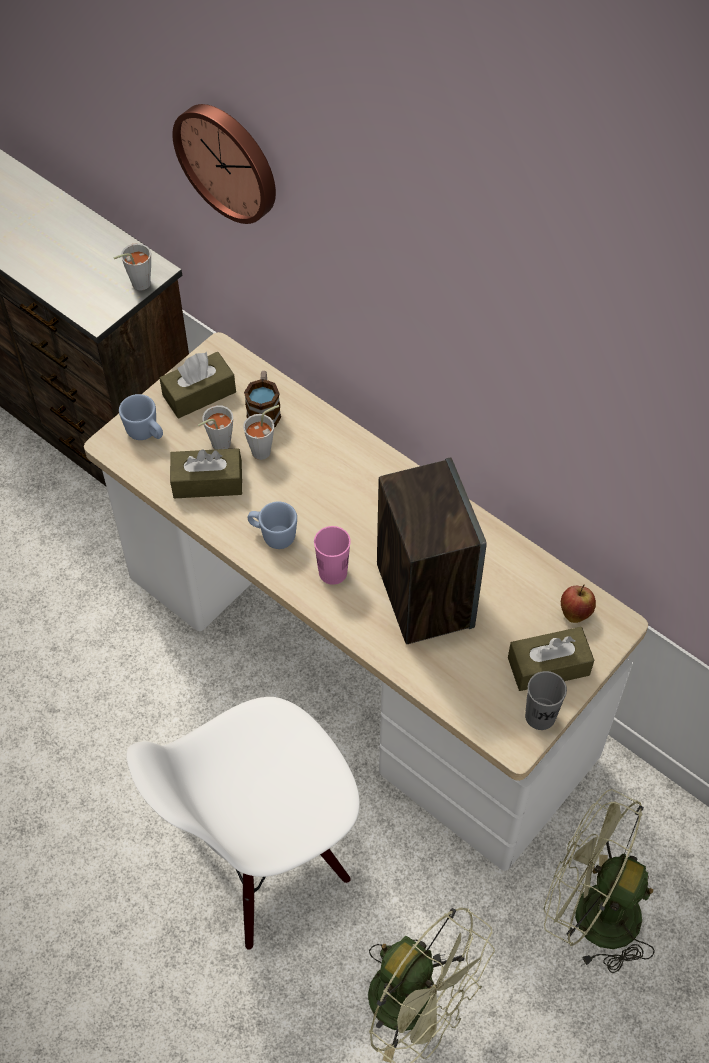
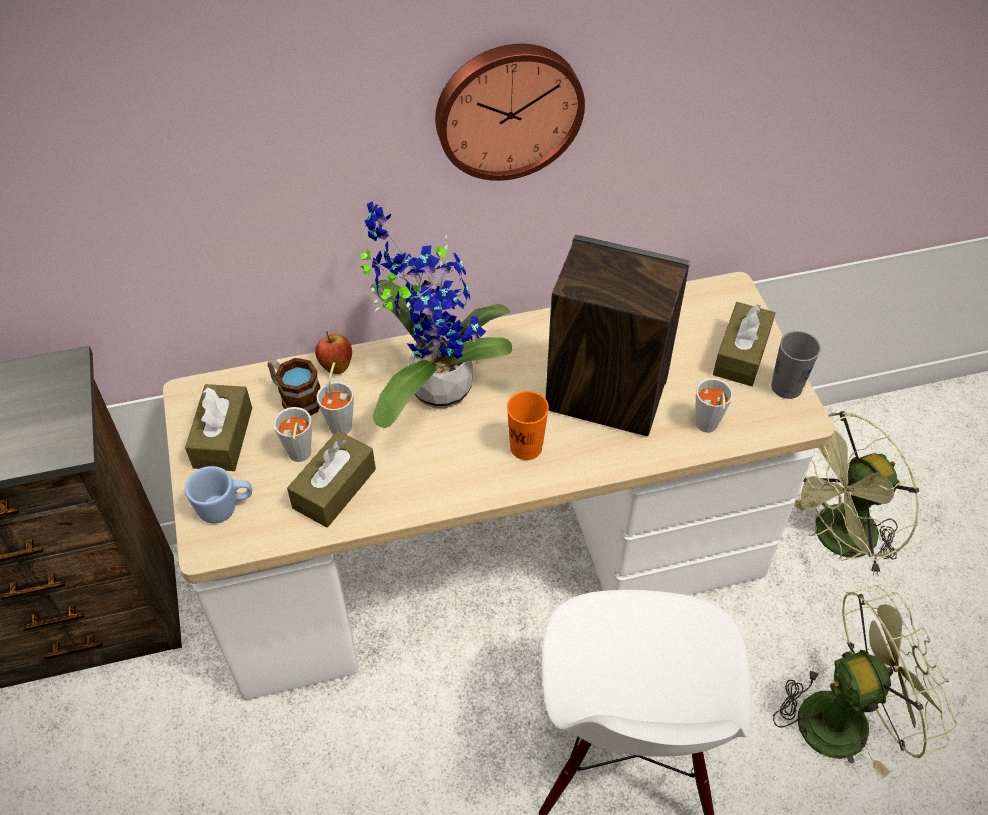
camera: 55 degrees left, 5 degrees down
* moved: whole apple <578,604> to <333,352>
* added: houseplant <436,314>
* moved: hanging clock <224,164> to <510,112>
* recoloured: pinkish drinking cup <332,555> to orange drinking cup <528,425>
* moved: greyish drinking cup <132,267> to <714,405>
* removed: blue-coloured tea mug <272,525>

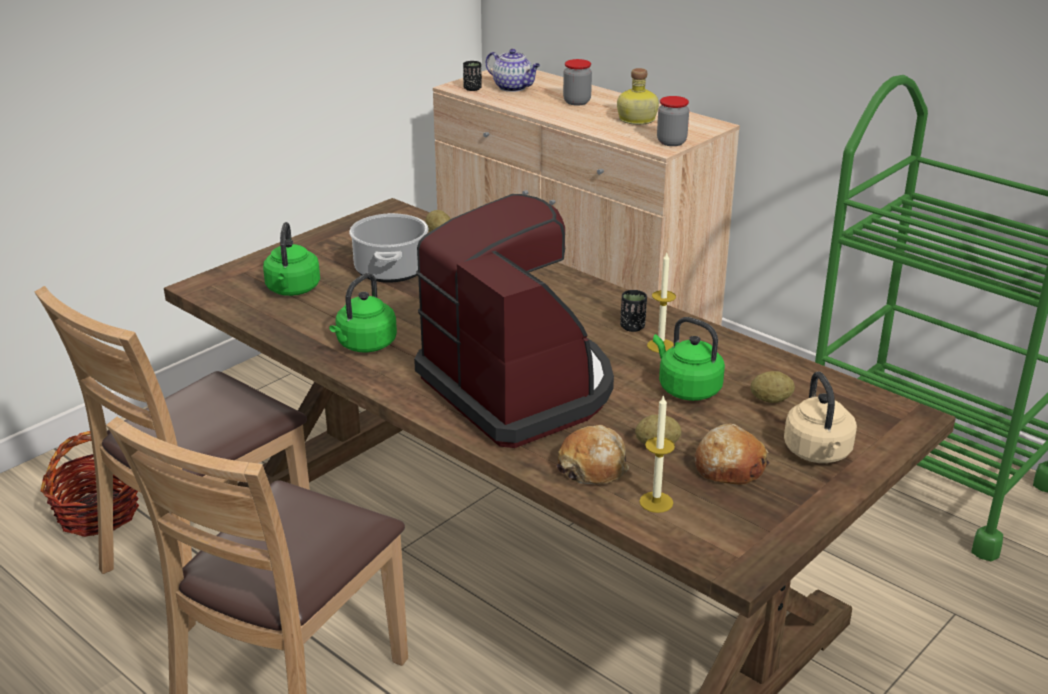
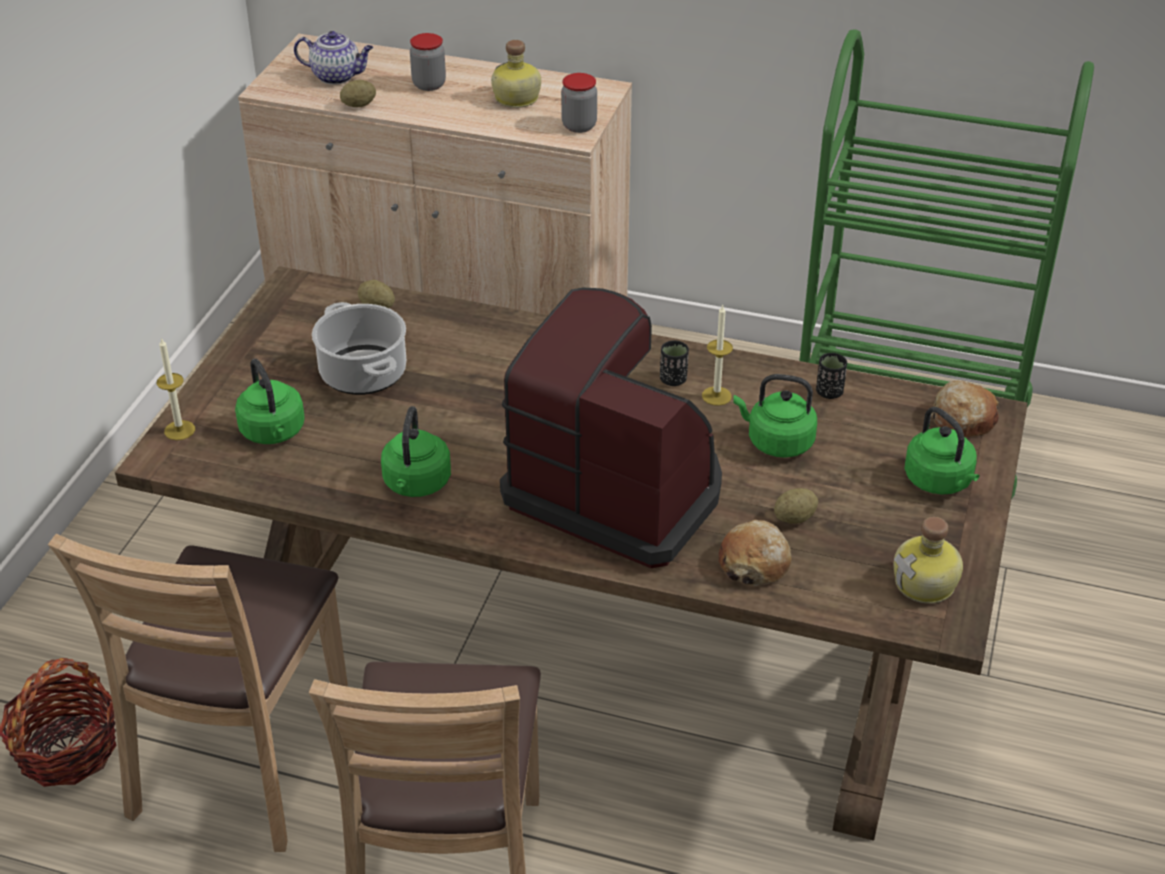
camera: 25 degrees left, 10 degrees up
* moved: wax light <657,453> to <176,388>
* moved: potato <772,387> to <358,93>
* moved: blackish drinking cup <472,76> to <831,376>
* added: drink bottle <928,560>
* recoloured: beige-coloured kettle <820,417> to green-coloured kettle <942,450>
* moved: baked bread <732,454> to <965,409>

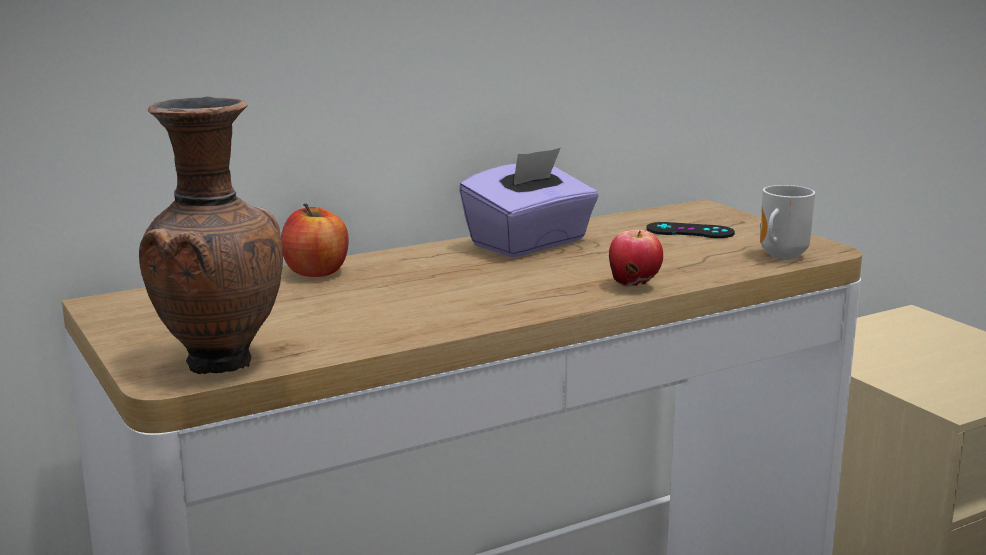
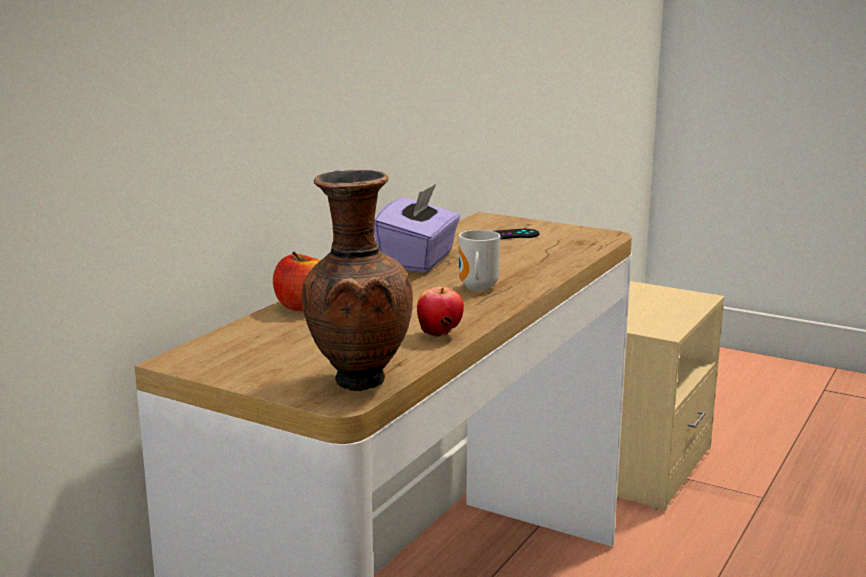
camera: 30 degrees left, 0 degrees up
* moved: whole apple <636,258> to <440,312>
* moved: tea mug <787,222> to <479,260>

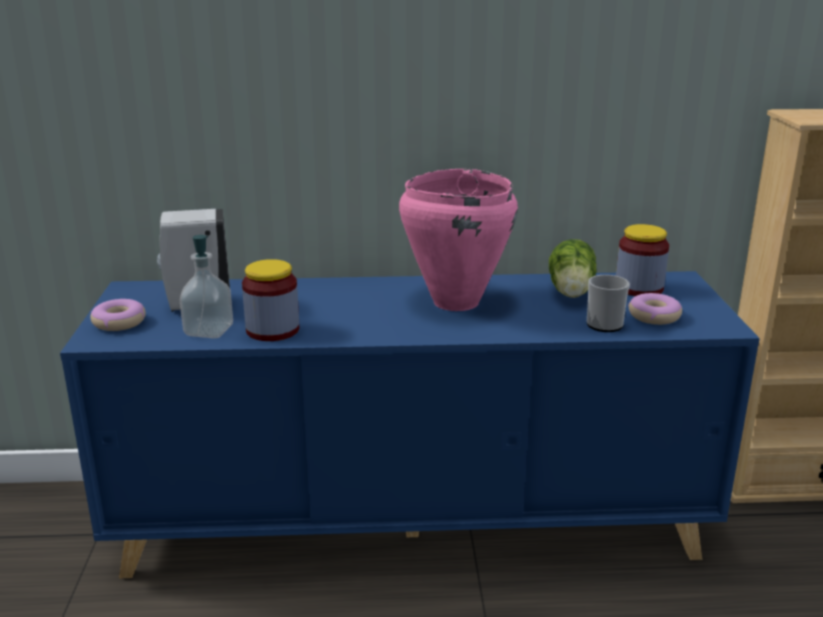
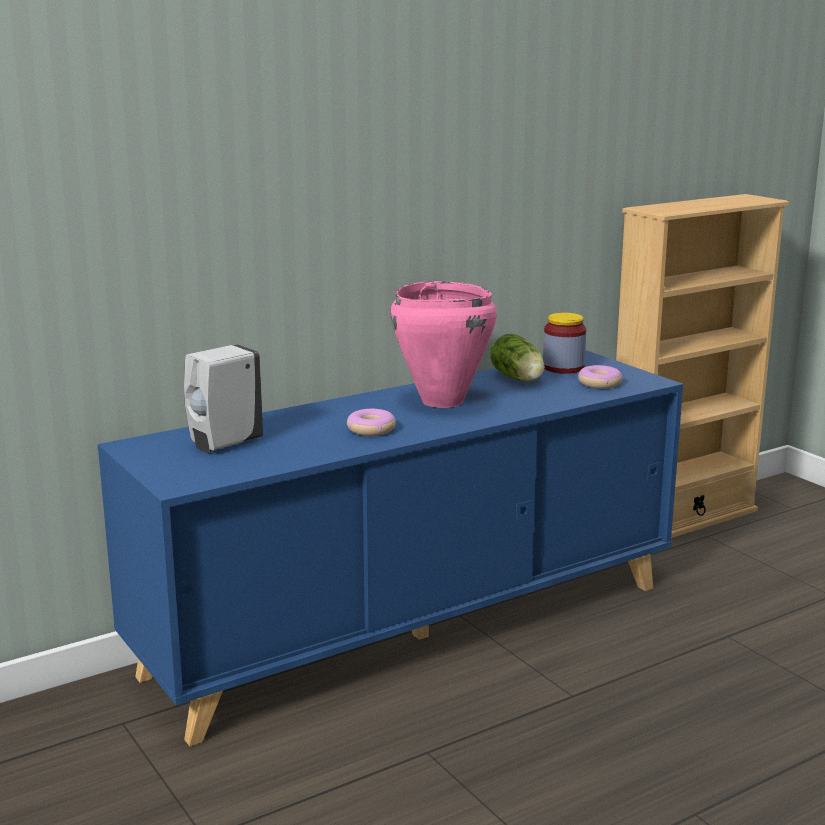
camera: 30 degrees left, 5 degrees down
* moved: donut <118,315> to <371,422>
* removed: liquid soap bottle <206,286>
* removed: preserve jar <270,300>
* removed: tea mug <608,303>

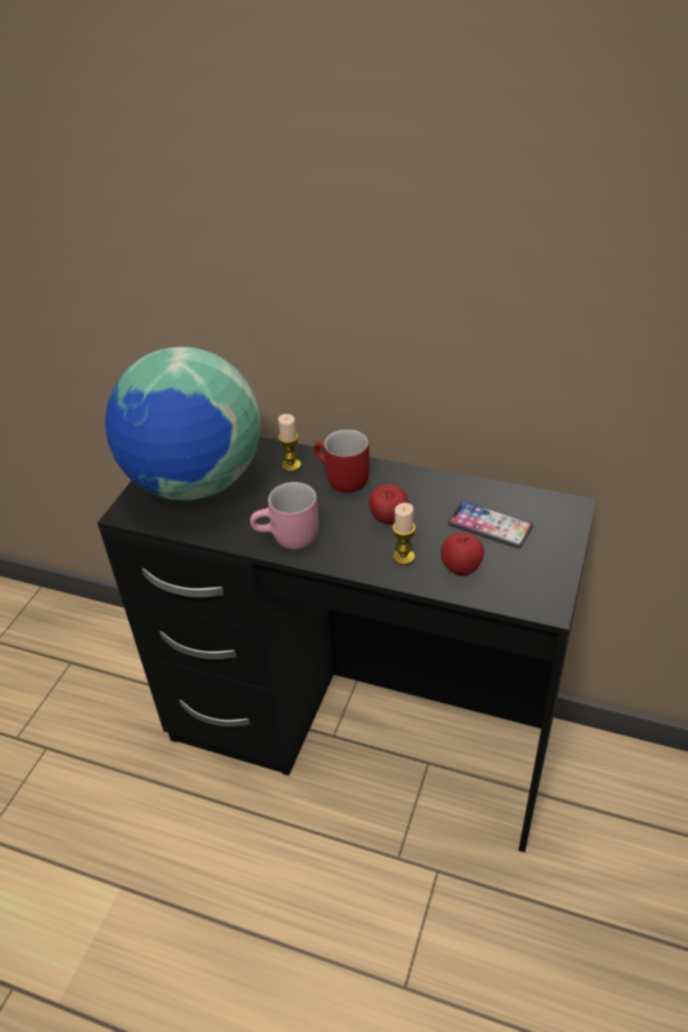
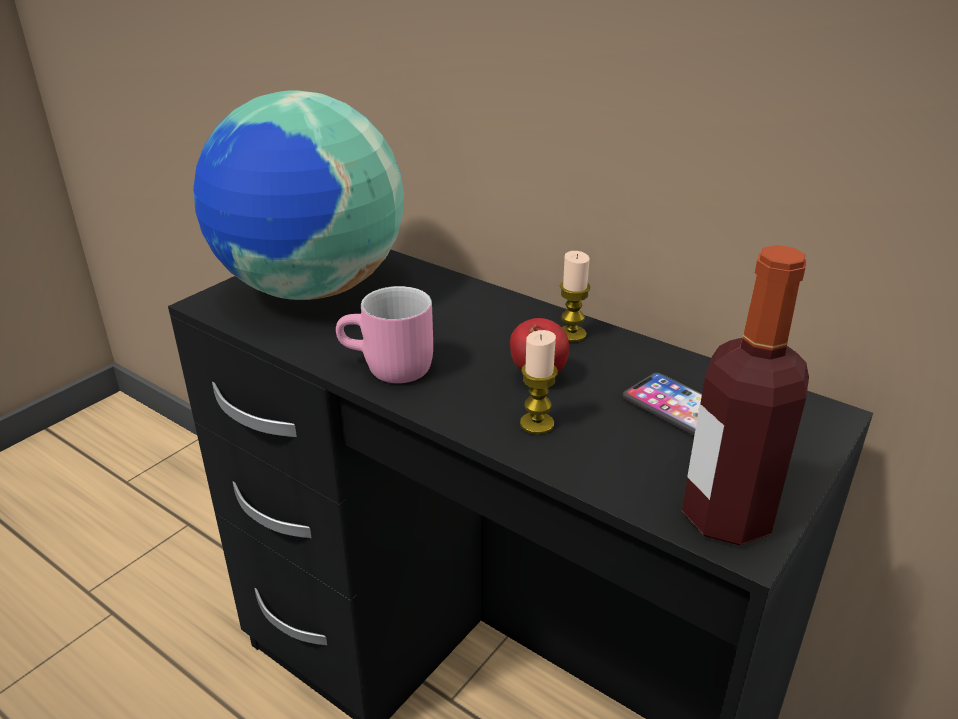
camera: 15 degrees right, 10 degrees down
* moved: wax light <289,443> to <575,296>
* added: drink bottle <745,395>
* removed: red-coloured tea mug <342,461>
* removed: whole apple <462,554>

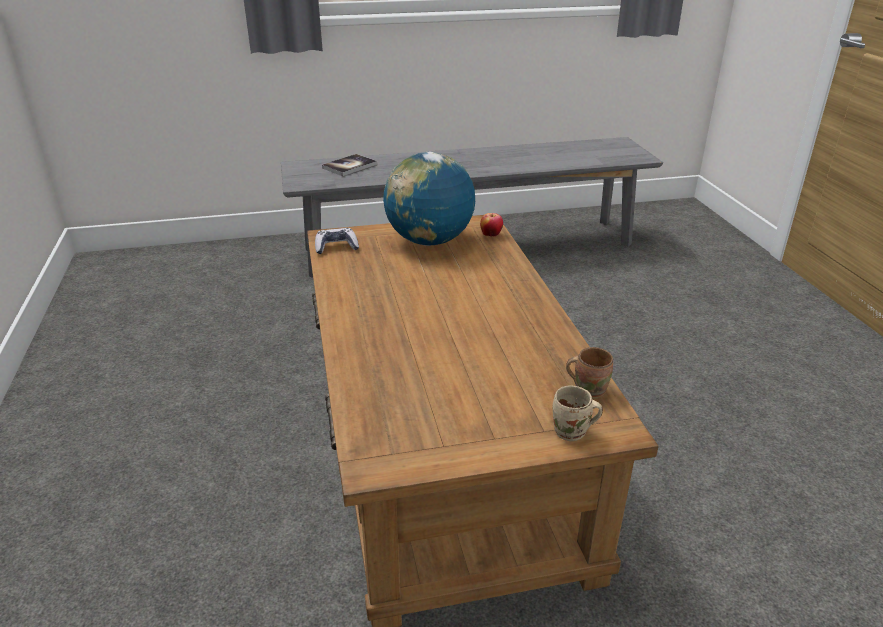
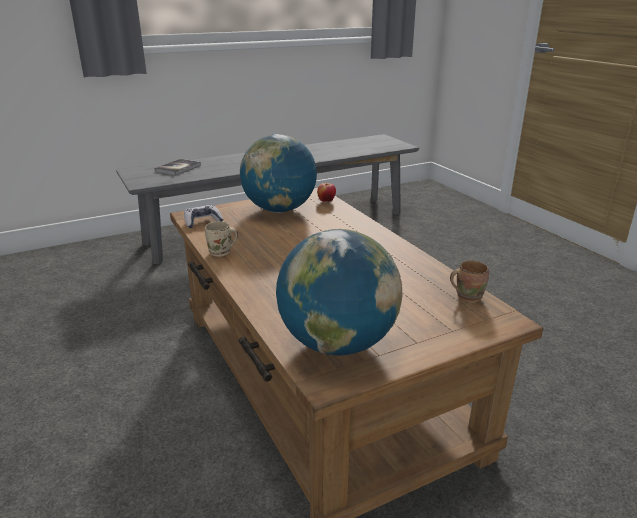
camera: 15 degrees left, 5 degrees down
* moved: beige-coloured tea mug <578,413> to <221,239>
* added: globe <339,292>

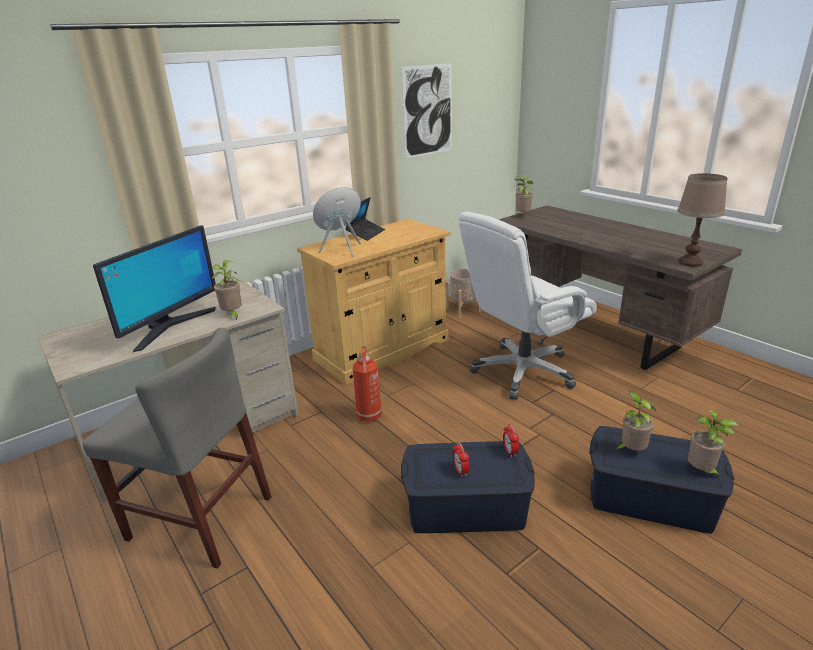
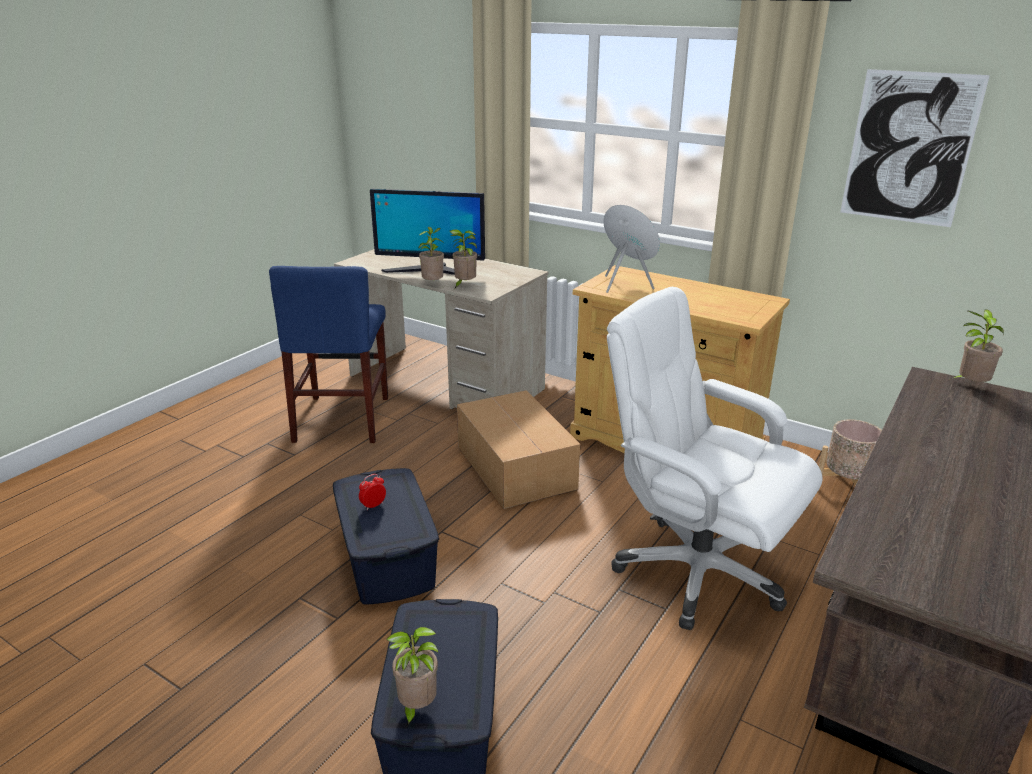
camera: 70 degrees right, 0 degrees up
* recoloured: greyish chair <177,448> to blue-coloured chair <328,354>
* moved: houseplant <635,421> to <431,253>
* replaced: extinguisher <367,384> to carton <518,449>
* removed: laptop <365,219>
* removed: alarm clock <511,440>
* removed: brownish lamp for a table <702,220>

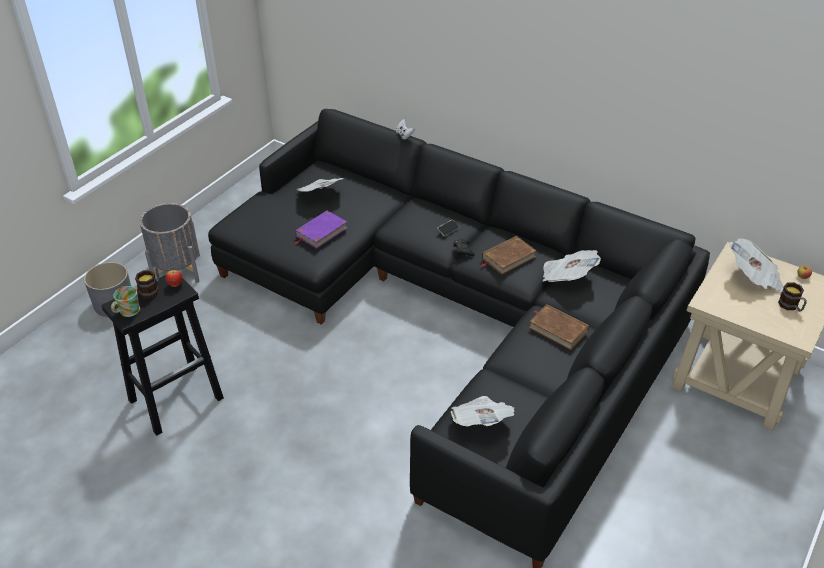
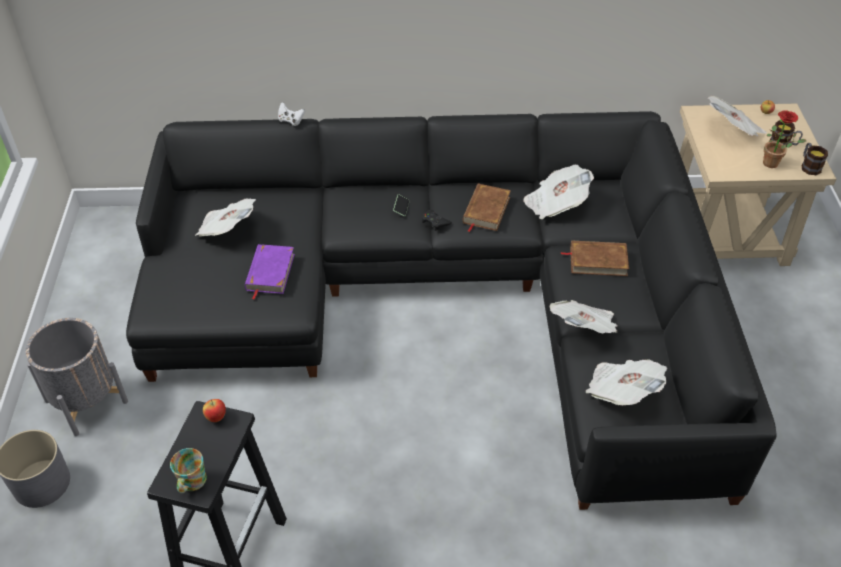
camera: 35 degrees left, 5 degrees up
* added: newspaper <583,316>
* added: houseplant <784,139>
* moved: tea mug <147,283> to <815,159>

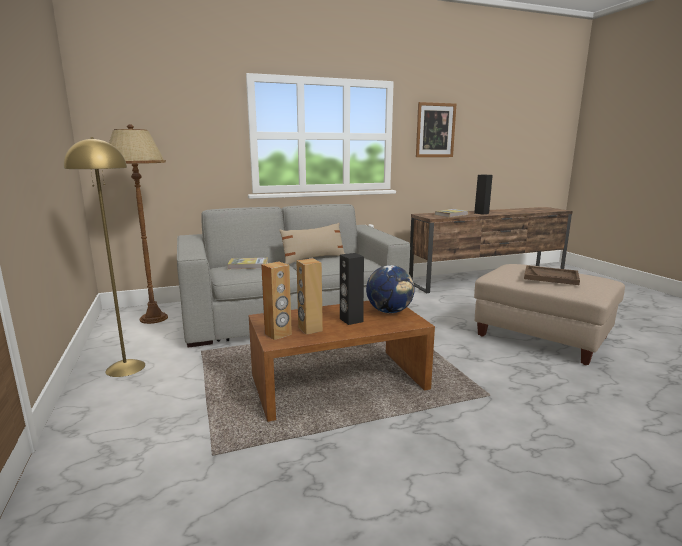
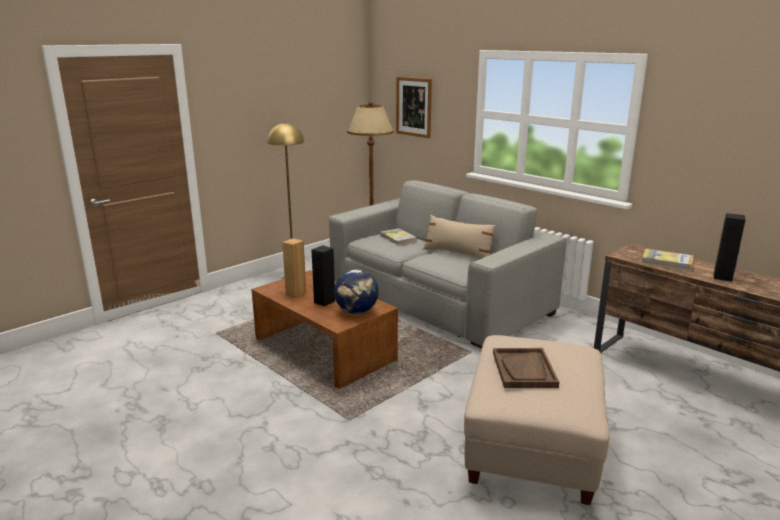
camera: 65 degrees right, 5 degrees up
* moved: picture <436,129> to <414,107>
* removed: brownish speaker <276,300>

